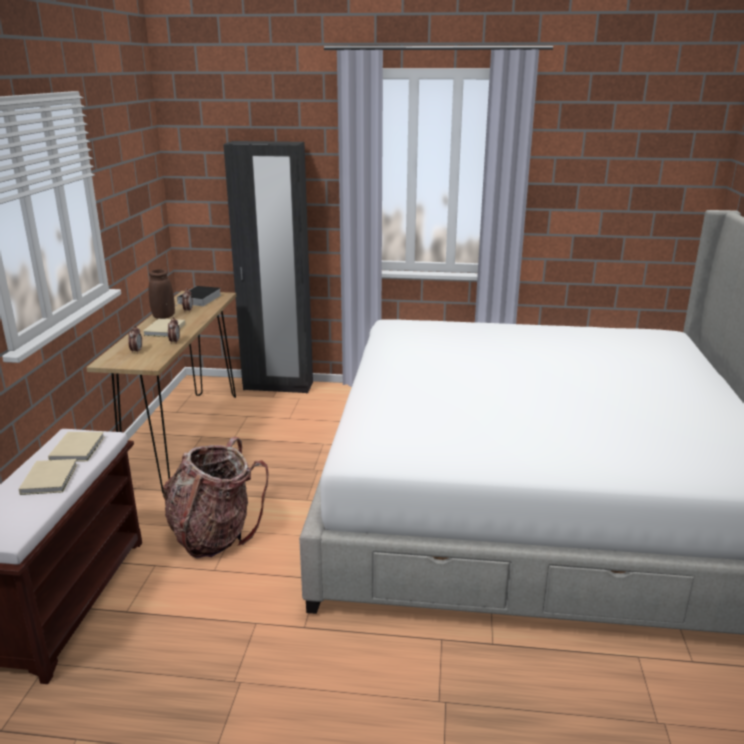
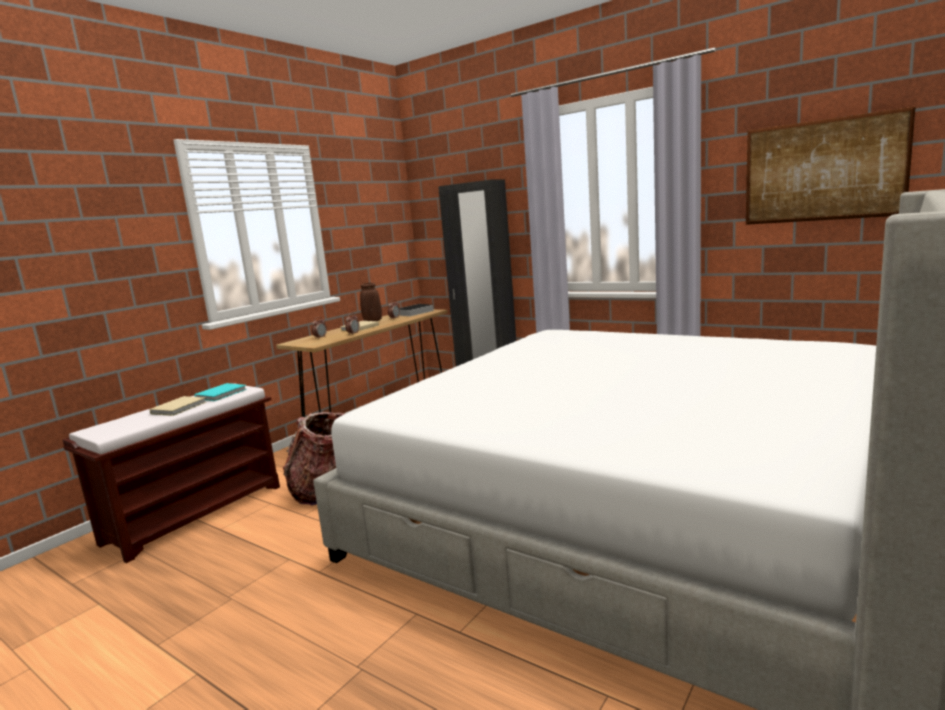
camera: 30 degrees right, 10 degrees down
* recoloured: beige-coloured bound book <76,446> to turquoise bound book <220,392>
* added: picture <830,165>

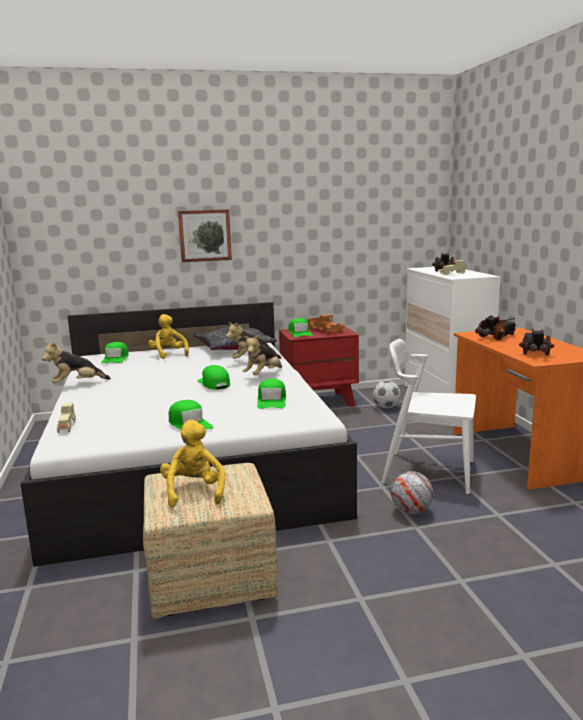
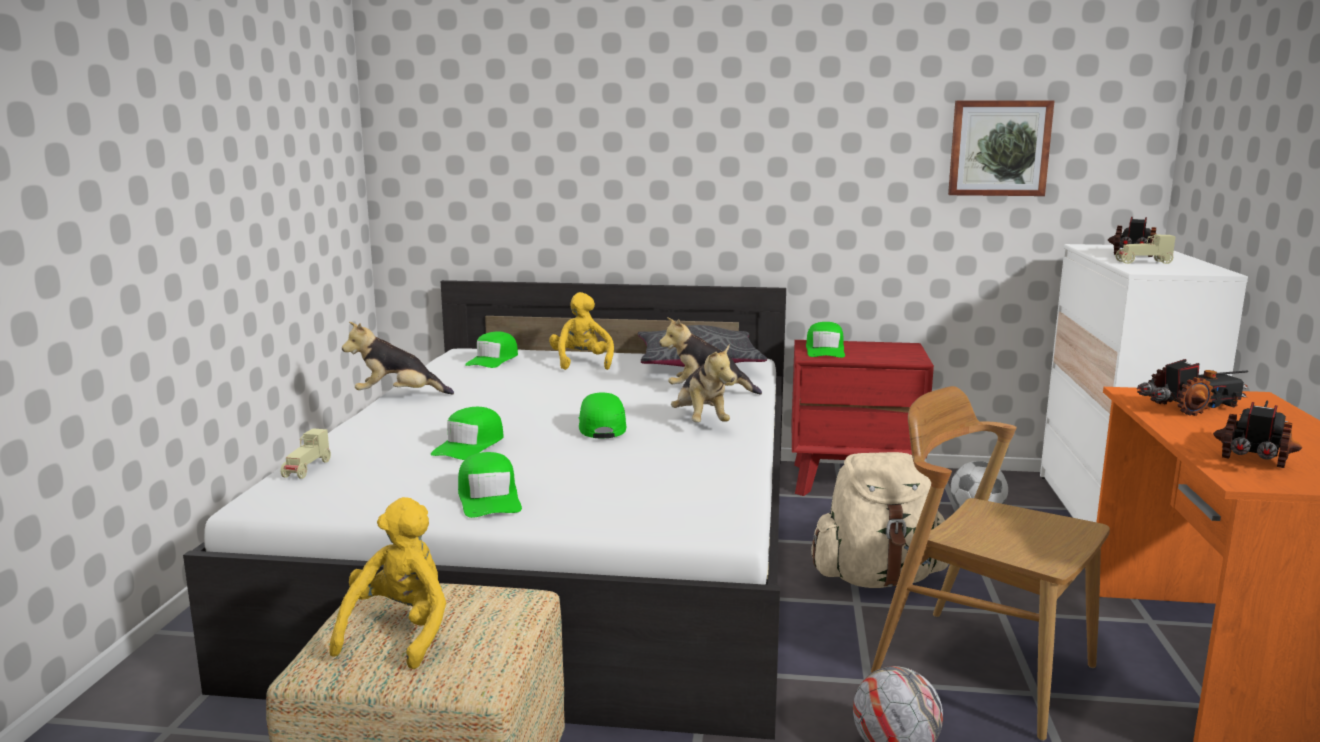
camera: 20 degrees right, 0 degrees up
* moved: green-coloured cap <271,394> to <467,433>
* turned: soft toy <262,354> = <703,383> 75 degrees counterclockwise
* added: beige-coloured rucksack <880,520>
* recoloured: white chair <428,416> to brownish chair <990,563>
* moved: picture <205,235> to <1001,148>
* removed: toy truck <325,324>

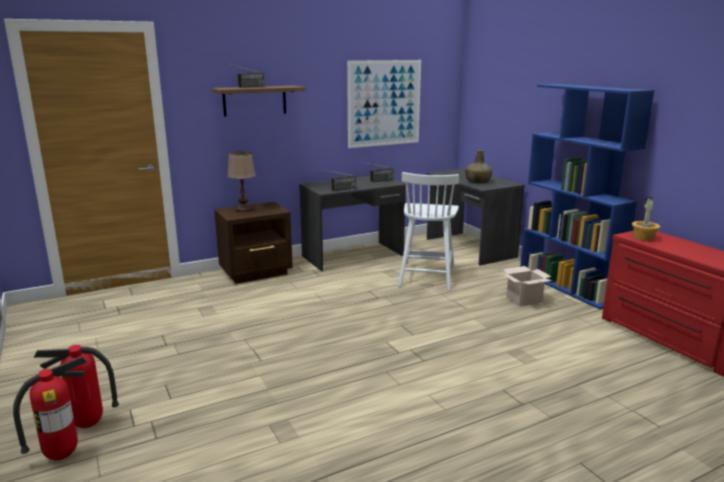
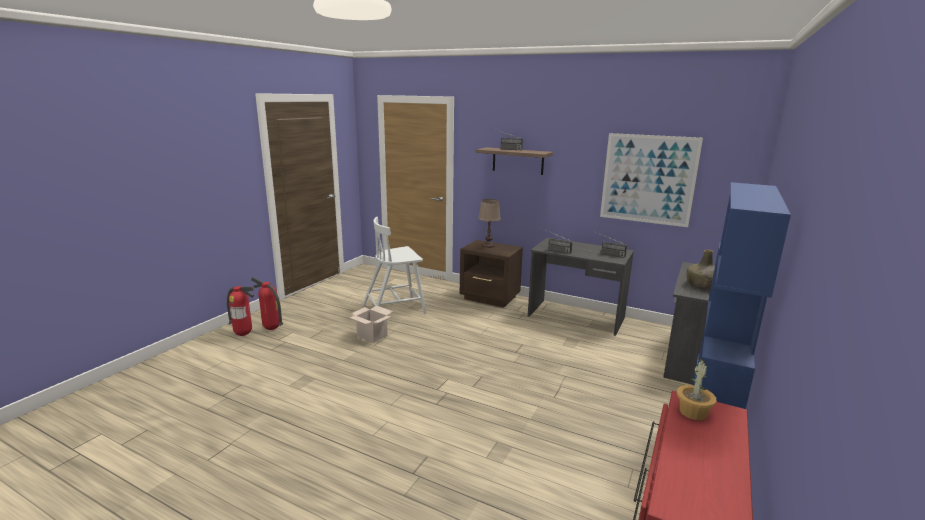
camera: 55 degrees right, 0 degrees up
* moved: carton <527,286> to <371,324>
* moved: white chair <428,231> to <394,265>

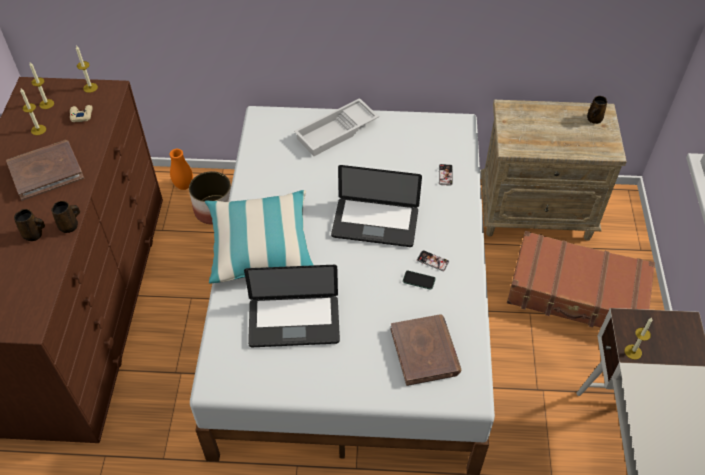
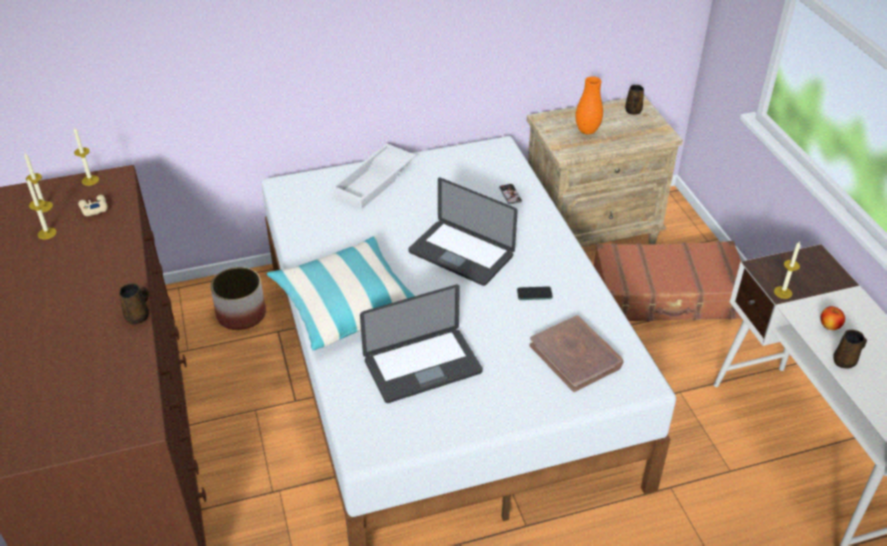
camera: 20 degrees left, 10 degrees down
* turned: laptop <376,206> = <463,232> 45 degrees clockwise
* moved: orange decorative vase <181,169> to <589,105>
* added: whole apple <833,318>
* moved: brownish tea mug <29,225> to <850,349>
* removed: brownish bound book <45,170>
* removed: handset <433,260>

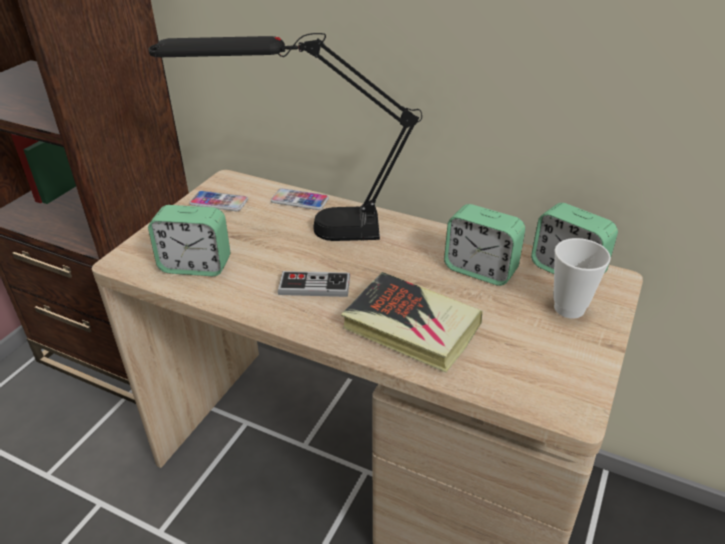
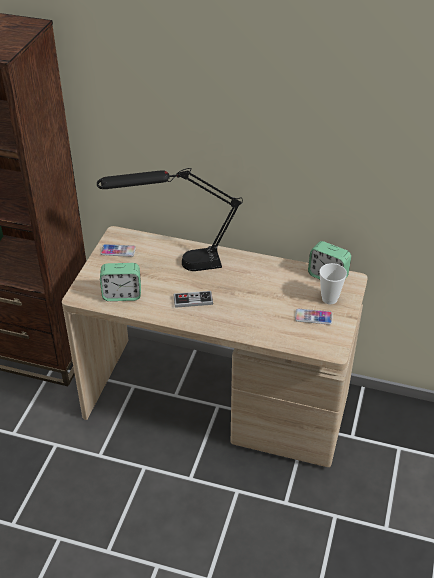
camera: 10 degrees left, 5 degrees up
* moved: handset <300,199> to <314,317>
* removed: bound book <411,322>
* removed: alarm clock <484,245>

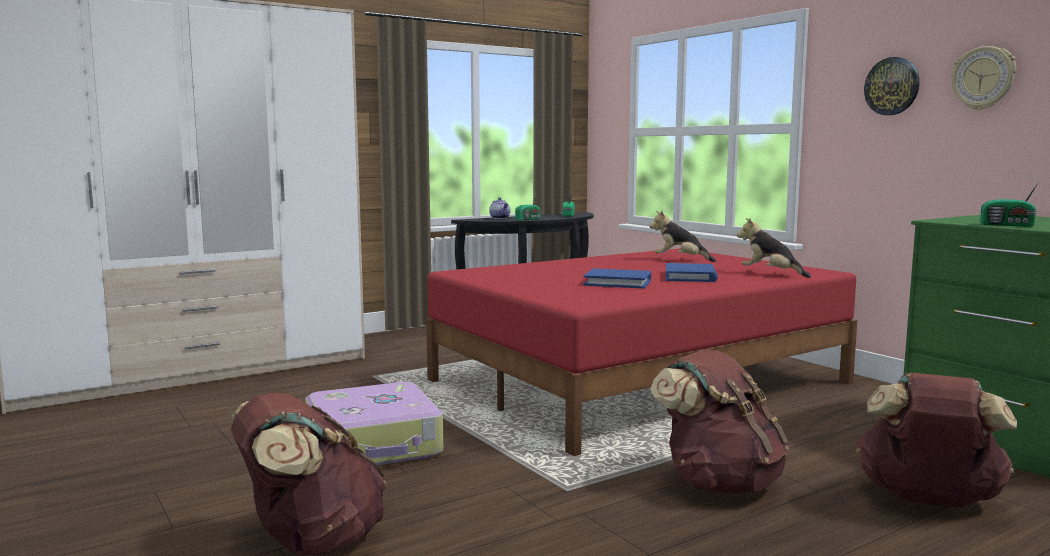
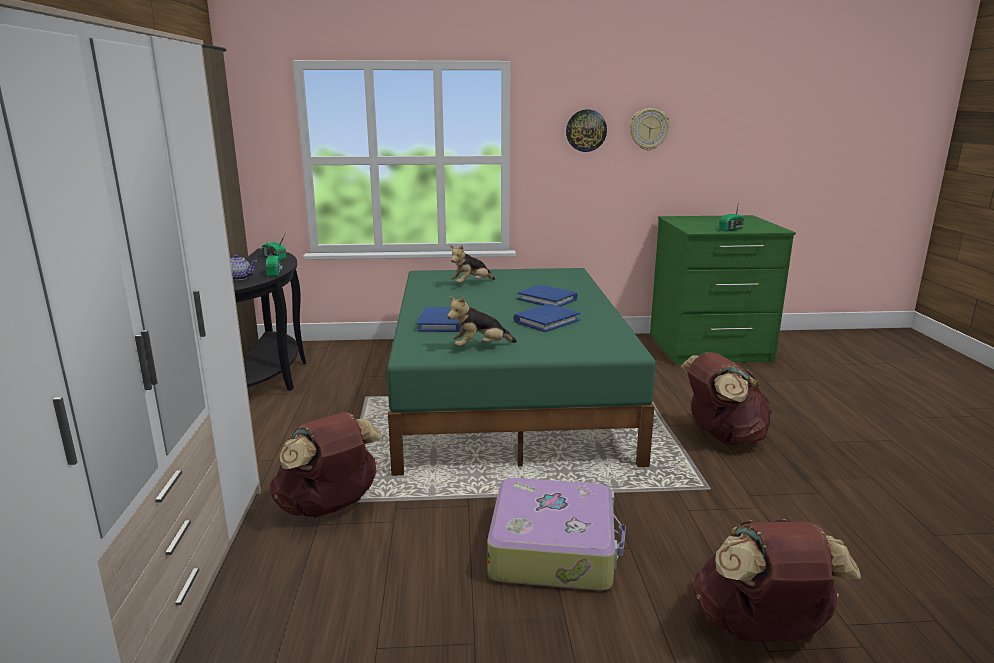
camera: 60 degrees left, 10 degrees up
* moved: brownish rucksack <936,440> to <326,465>
* recoloured: red-coloured bedroom bed <641,352> to green-coloured bedroom bed <521,372>
* added: blue-coloured bound book <439,319>
* moved: soft toy <774,248> to <482,321>

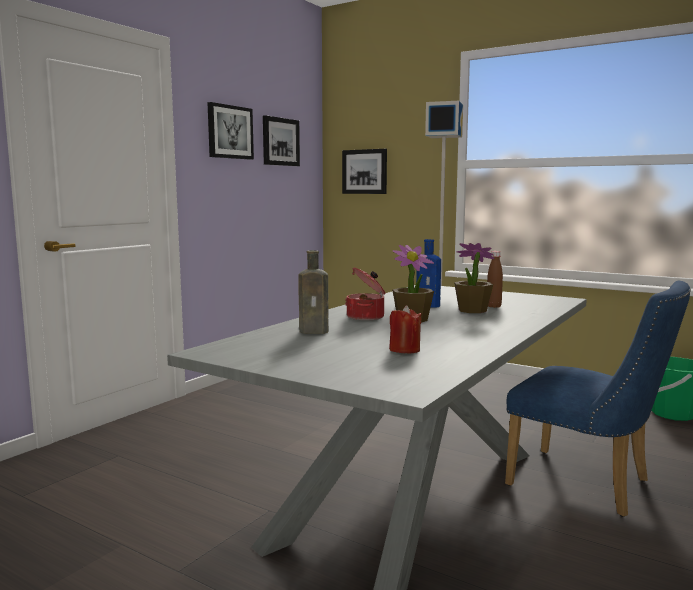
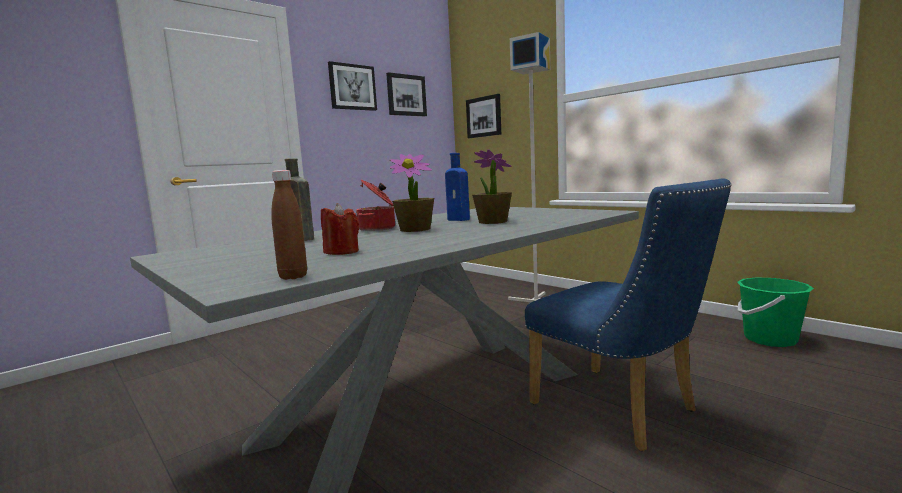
camera: 15 degrees right, 0 degrees up
* moved: brownish drink bottle <495,279> to <289,225>

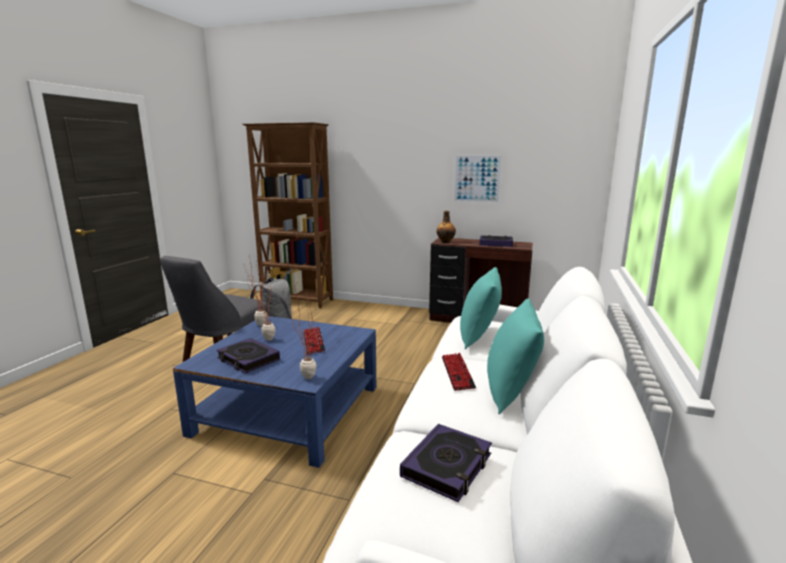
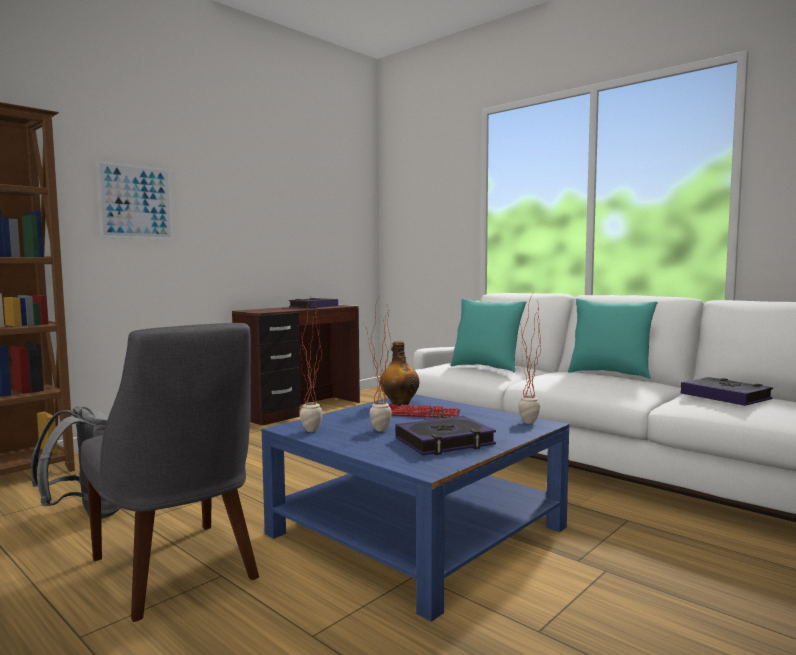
camera: 65 degrees left, 10 degrees down
* moved: picture <478,179> to <134,200>
* moved: drink bottle <446,227> to <399,373>
* removed: keyboard <459,372>

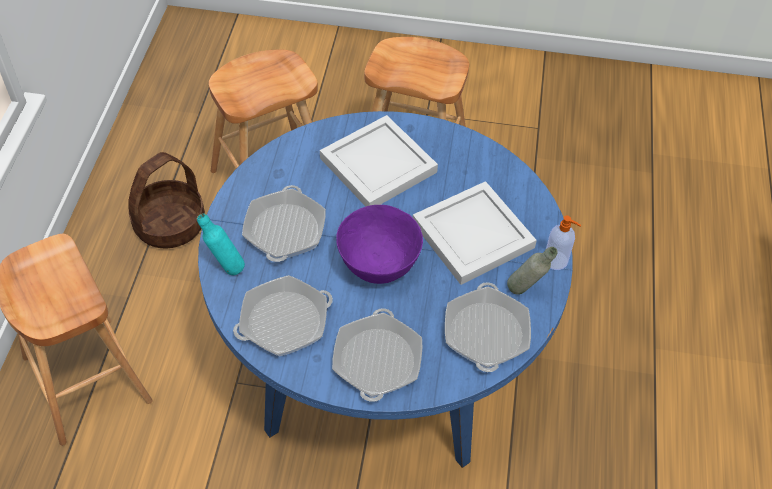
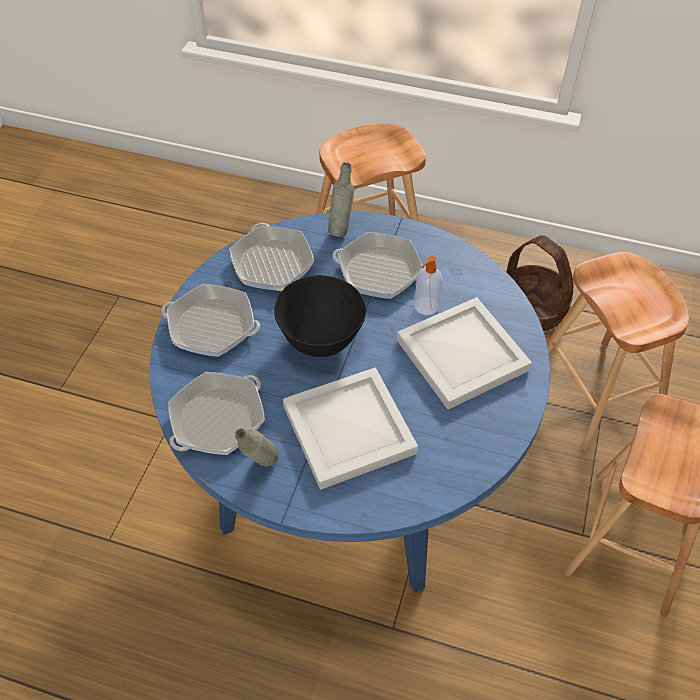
camera: 100 degrees right, 0 degrees up
* turned: frying pan <488,327> = <216,413> 120 degrees clockwise
* recoloured: purple-coloured deep dish <379,244> to blackish deep dish <320,316>
* recoloured: turquoise drink bottle <221,244> to greyish drink bottle <341,199>
* moved: liquid soap bottle <563,242> to <428,285>

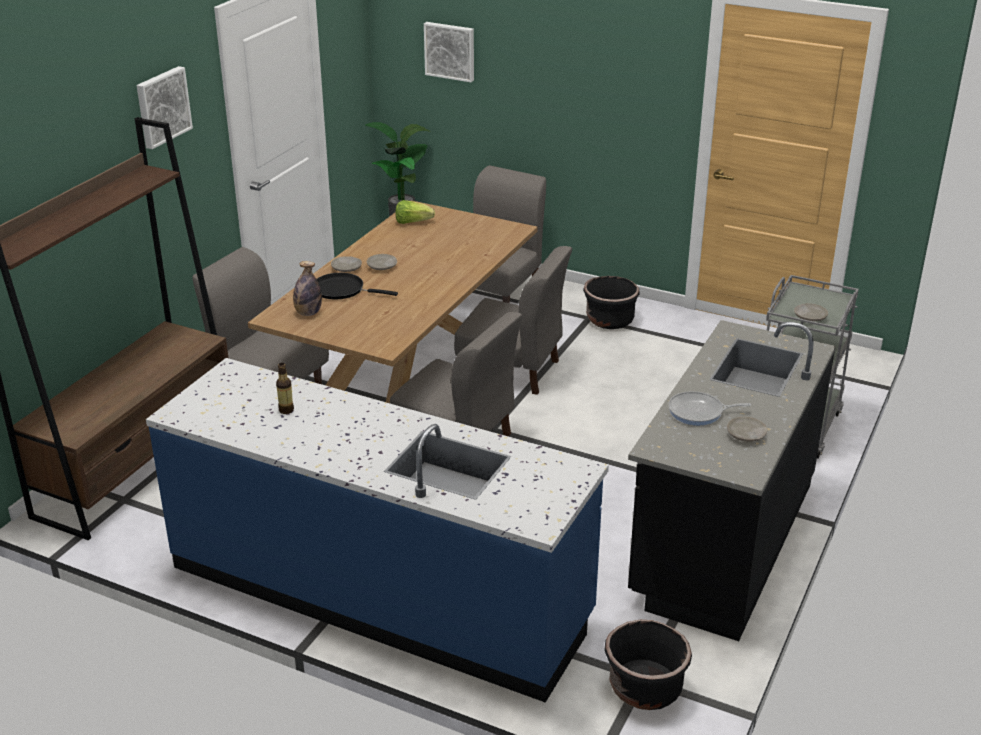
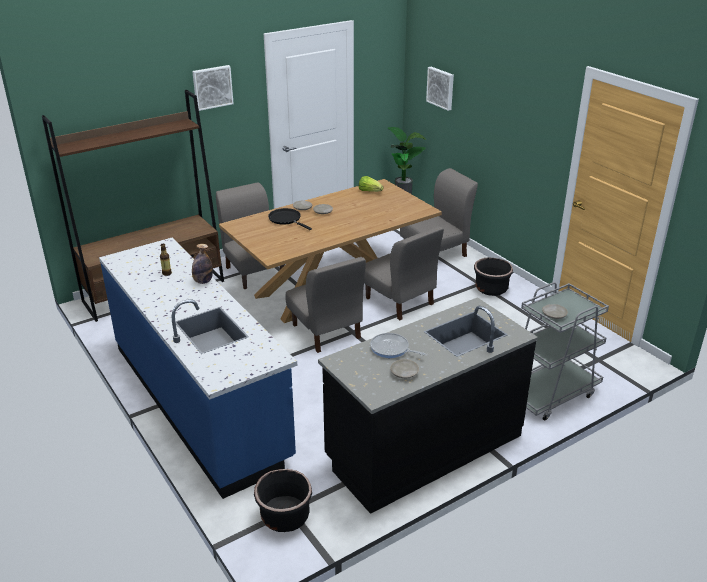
camera: 30 degrees right, 0 degrees up
* moved: drink bottle <307,288> to <202,264>

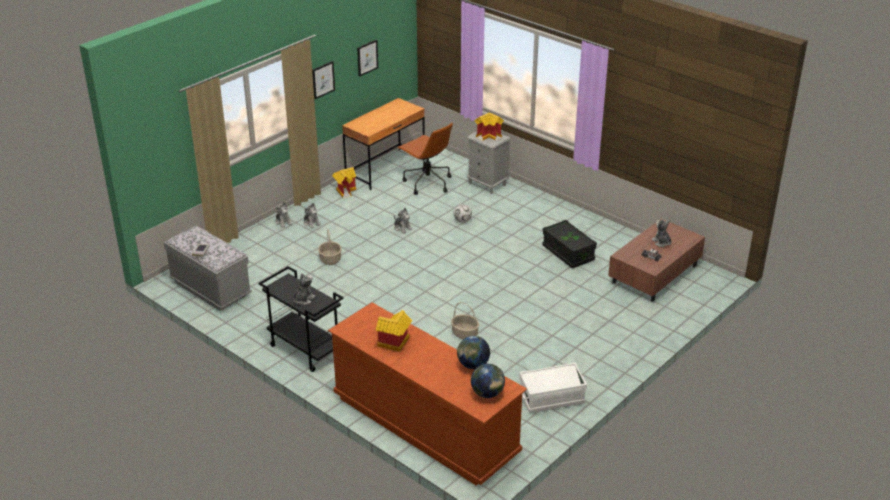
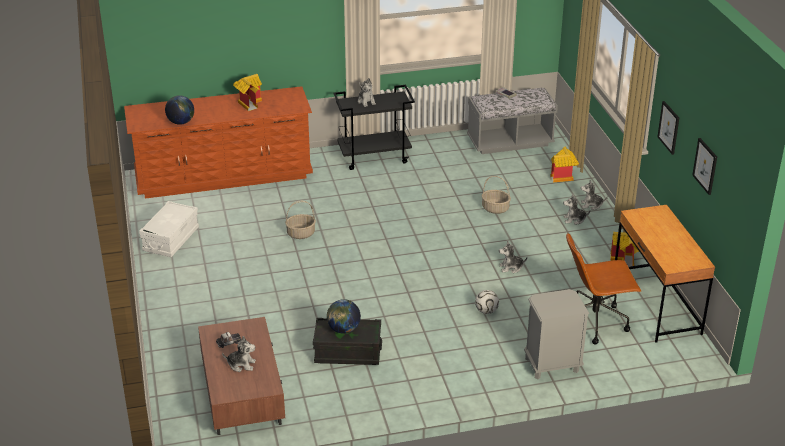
camera: 125 degrees right, 0 degrees up
* moved: globe <488,381> to <344,316>
* moved: miniature house <489,126> to <564,164>

